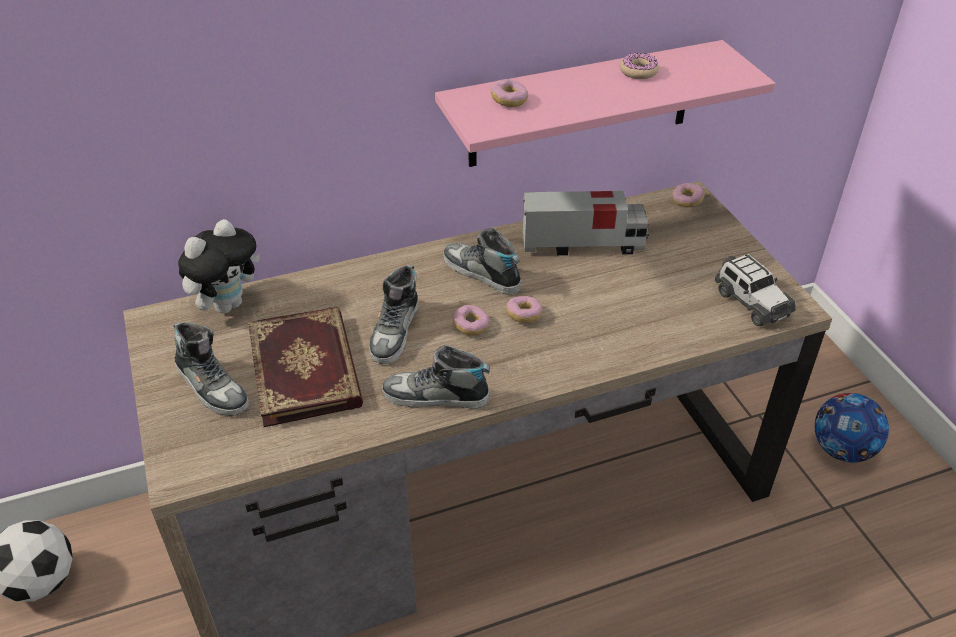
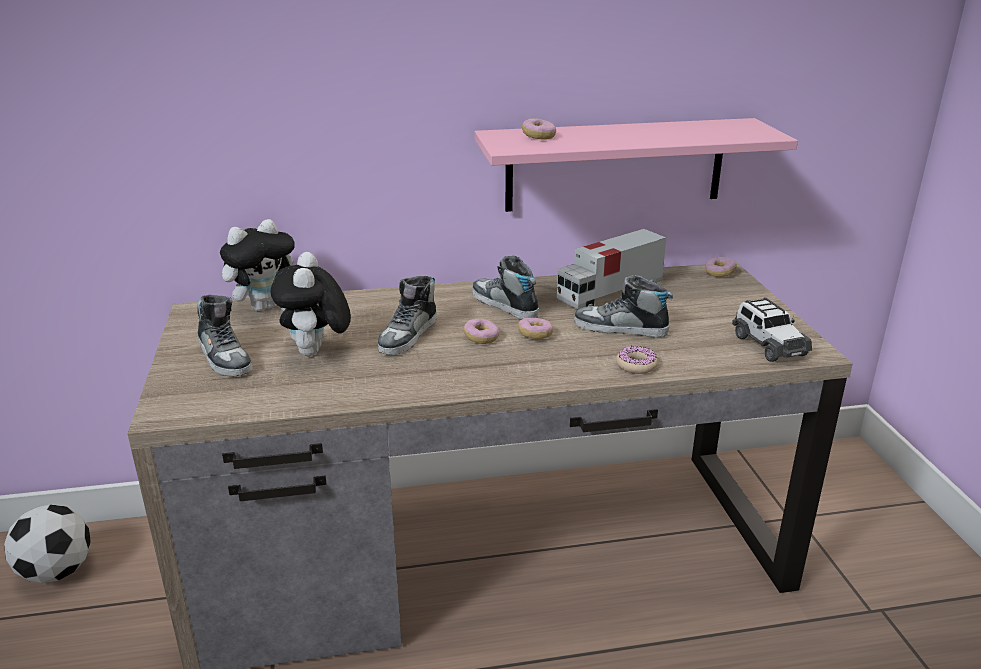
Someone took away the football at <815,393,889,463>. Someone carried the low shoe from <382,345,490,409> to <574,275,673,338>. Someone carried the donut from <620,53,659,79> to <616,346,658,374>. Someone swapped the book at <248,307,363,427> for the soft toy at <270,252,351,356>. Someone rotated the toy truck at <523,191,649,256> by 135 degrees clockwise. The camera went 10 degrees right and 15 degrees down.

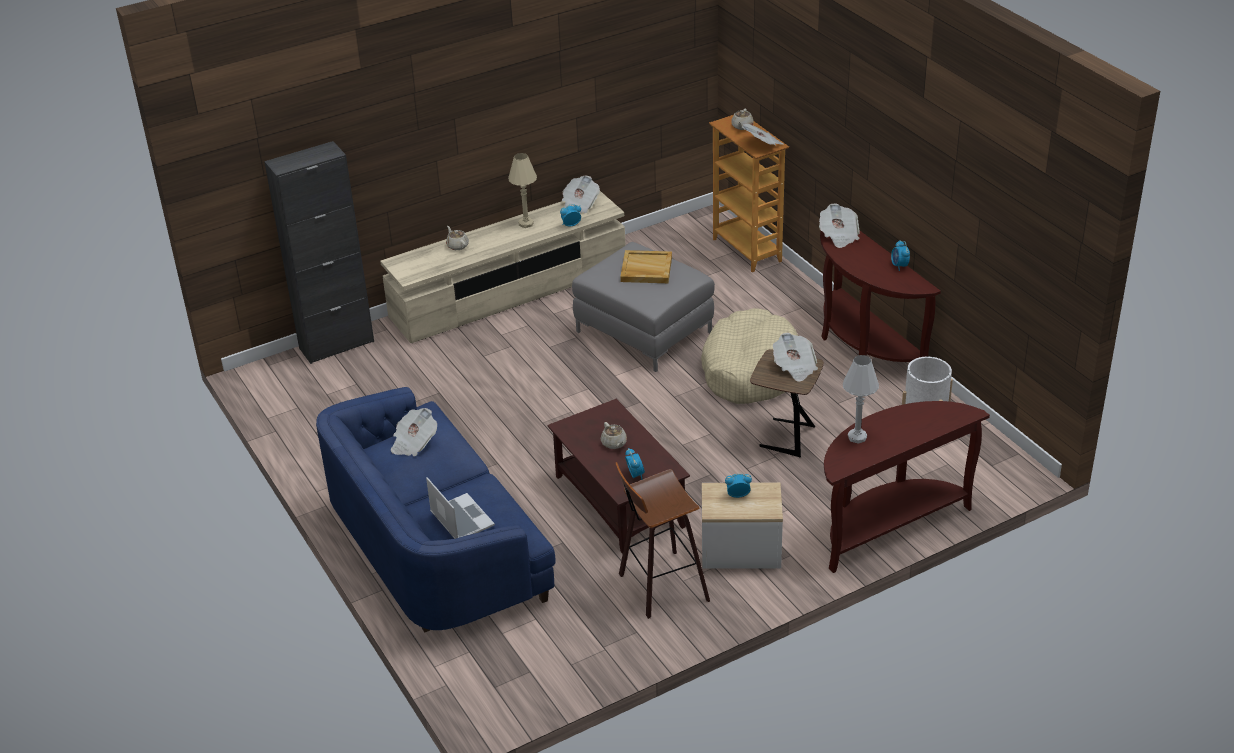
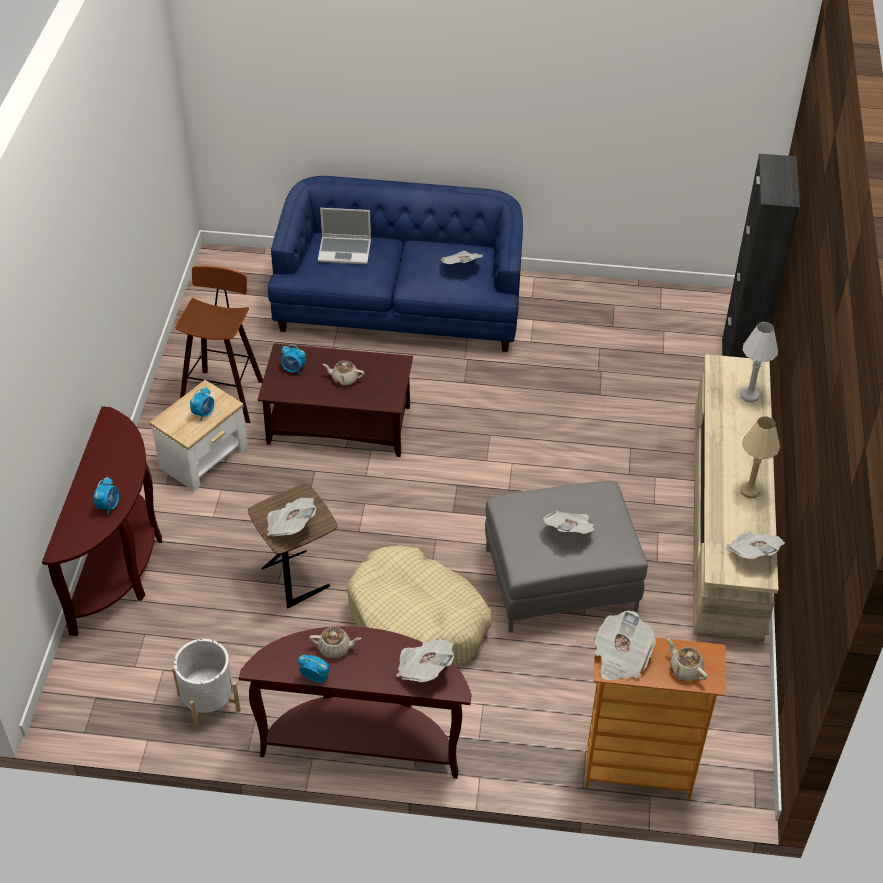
Someone carried the beige pot for tea from <446,226,469,250> to <309,627,362,658>. Someone carried the alarm clock from <560,204,581,227> to <93,477,119,515>. Someone carried the white tabletop lamp from <843,355,879,444> to <741,322,778,403>. Someone swapped the beige tray at <620,250,672,283> for the newspaper at <543,511,595,534>. The camera went 125 degrees right and 10 degrees up.

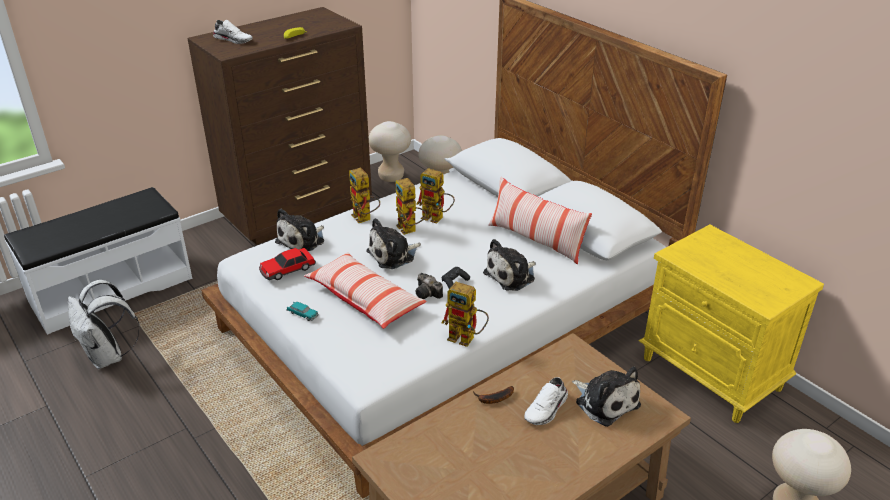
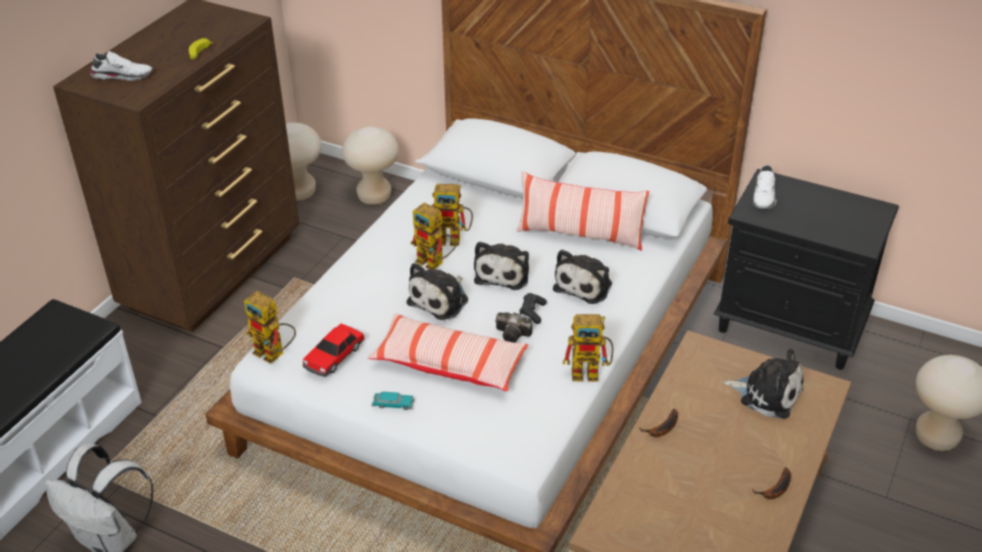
Someone put down the banana at <752,467,791,499>. Someone carried the soft toy from <275,209,324,251> to <474,242,529,290>. Someone carried the toy robot from <349,167,380,223> to <244,291,296,364>. Someone carried the white low shoe from <524,377,568,425> to <753,165,777,209>. Someone repainted the yellow night table at <639,224,824,423>, which became the blackish night table at <714,169,899,370>. The camera went 25 degrees left and 5 degrees up.

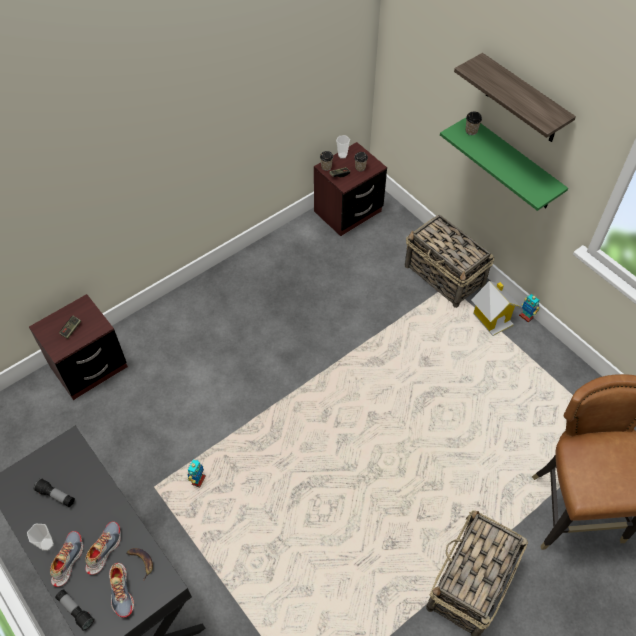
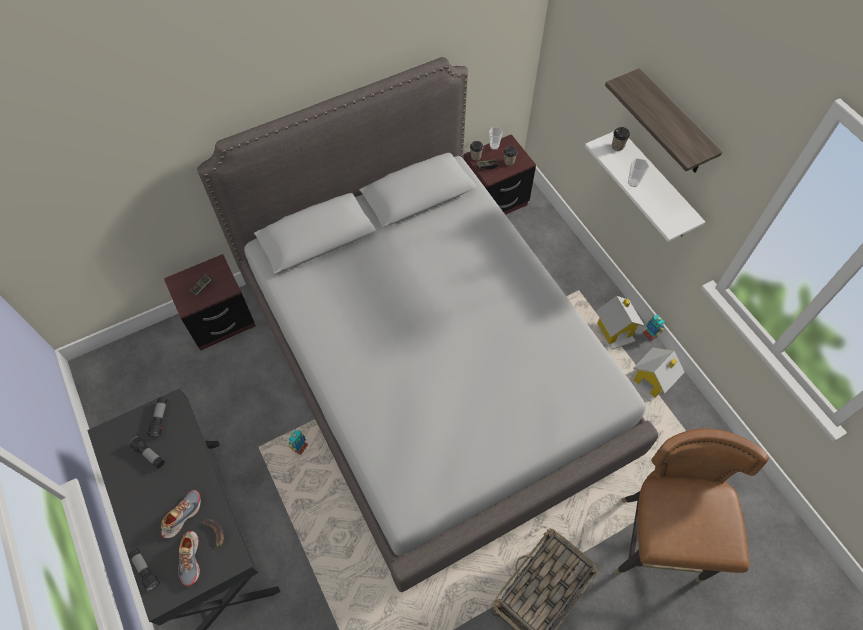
Someone took away the low shoe at <50,531,83,587>. Someone took away the basket at <405,214,494,308>. Someone put down the torch at <147,397,167,437>. Someone put down the gray sleeping bed at <197,57,658,592>. Someone put down the model house at <631,347,684,402>. Someone carried the drinking cup from <27,524,54,551> to <628,158,649,187>. Someone repainted the green-coloured wall shelf at <440,118,568,211>, which became the white wall shelf at <585,131,705,242>. The camera went 10 degrees right and 5 degrees up.

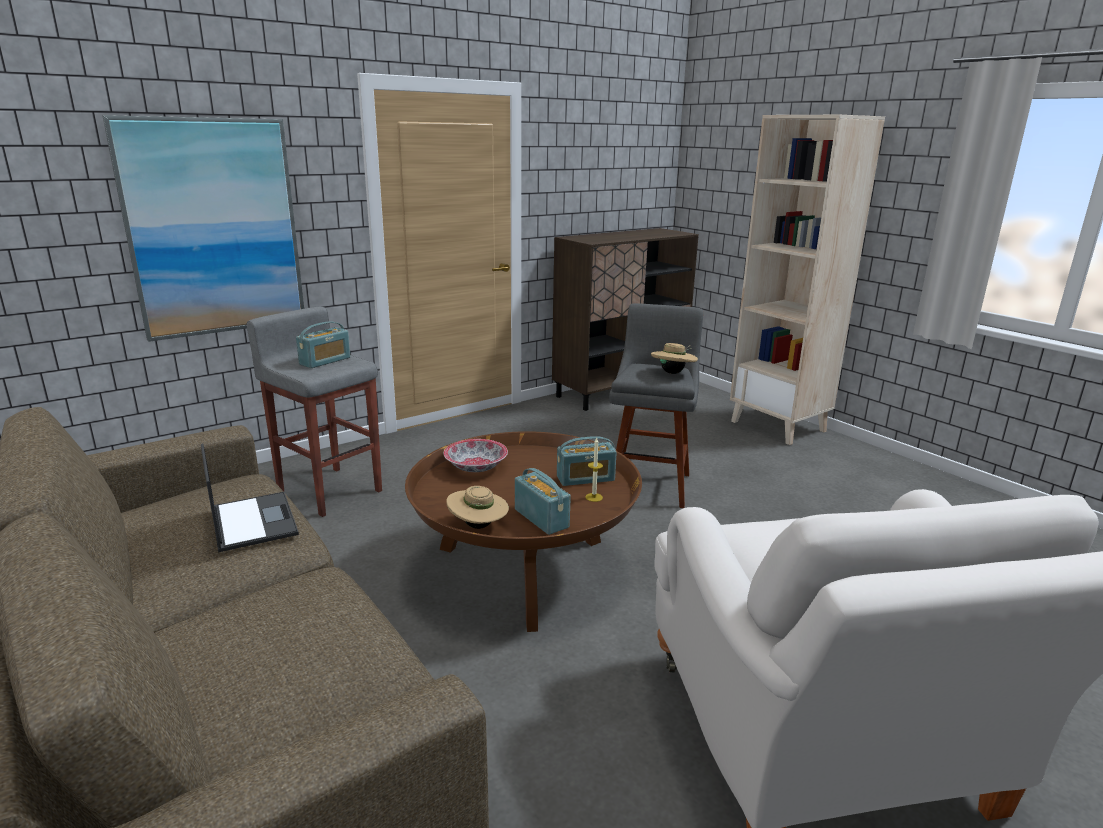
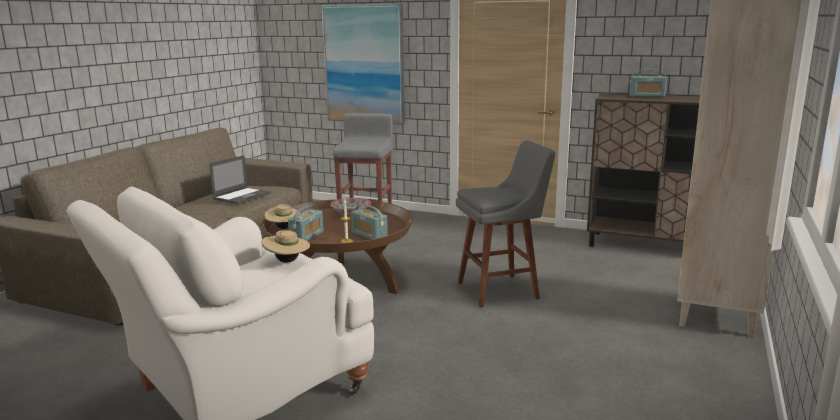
Someone carried the radio receiver from <296,321,351,368> to <629,69,667,97>. Someone carried the beige hat from <651,343,698,374> to <261,230,310,263>. The camera went 60 degrees right and 5 degrees down.

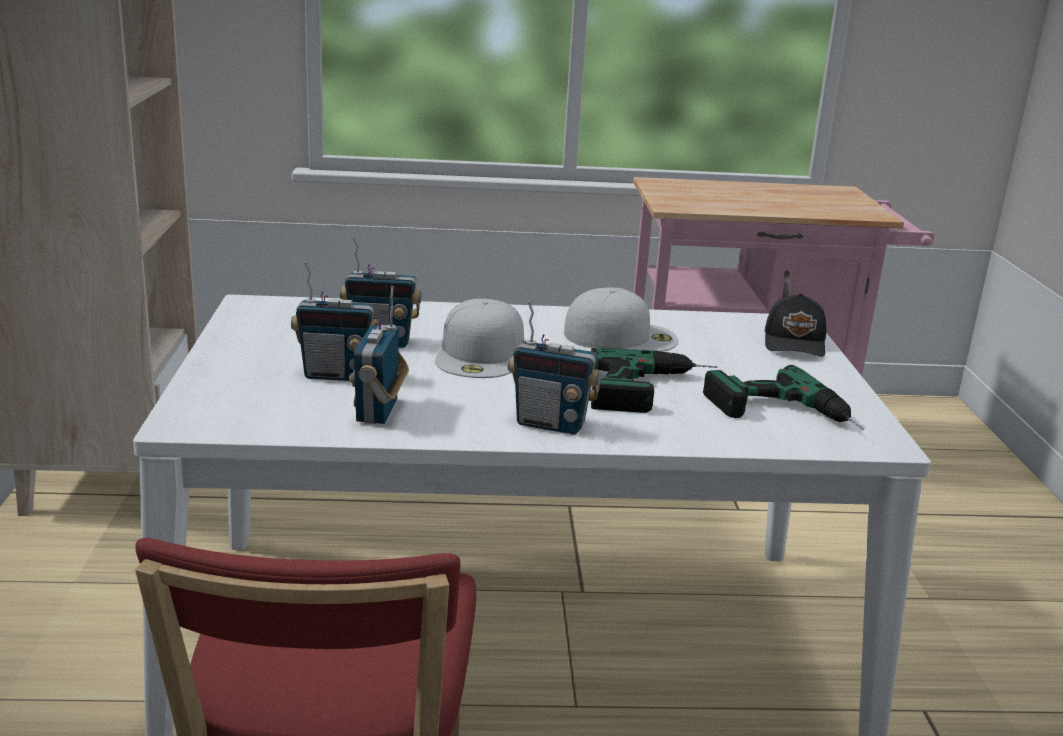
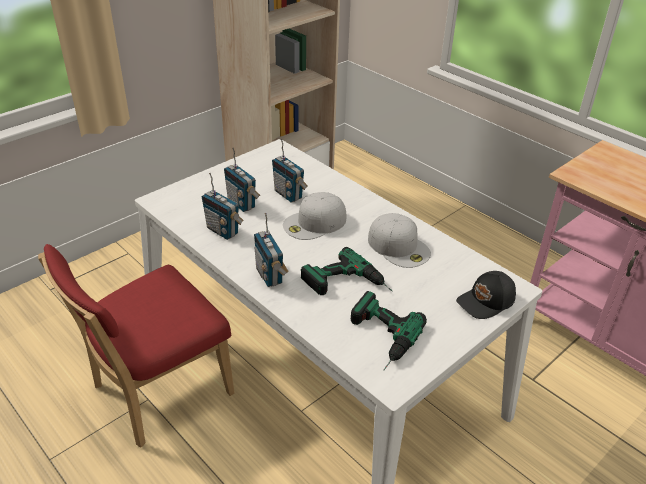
Someone rotated the radio receiver at <349,286,409,424> by 105 degrees counterclockwise. The camera went 50 degrees right and 15 degrees up.

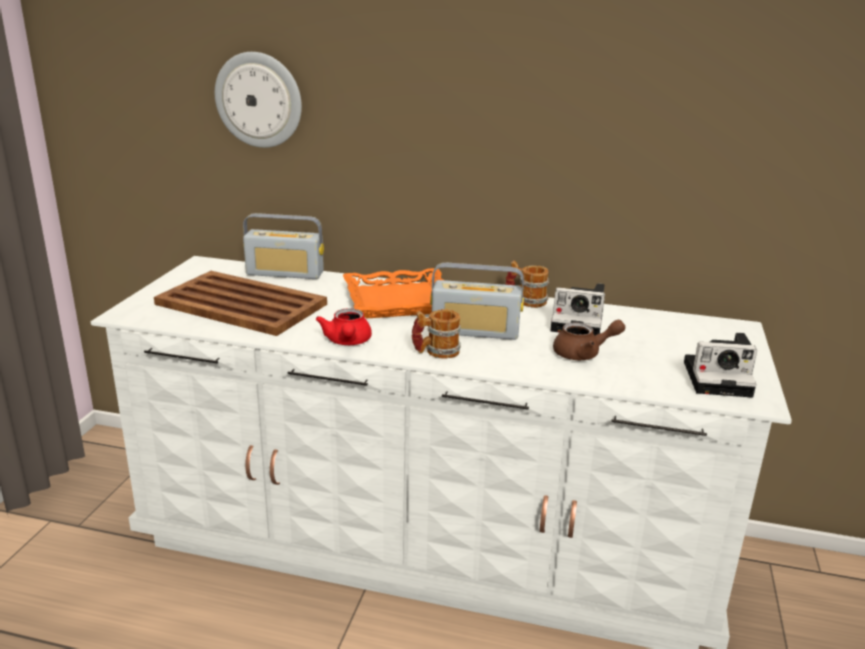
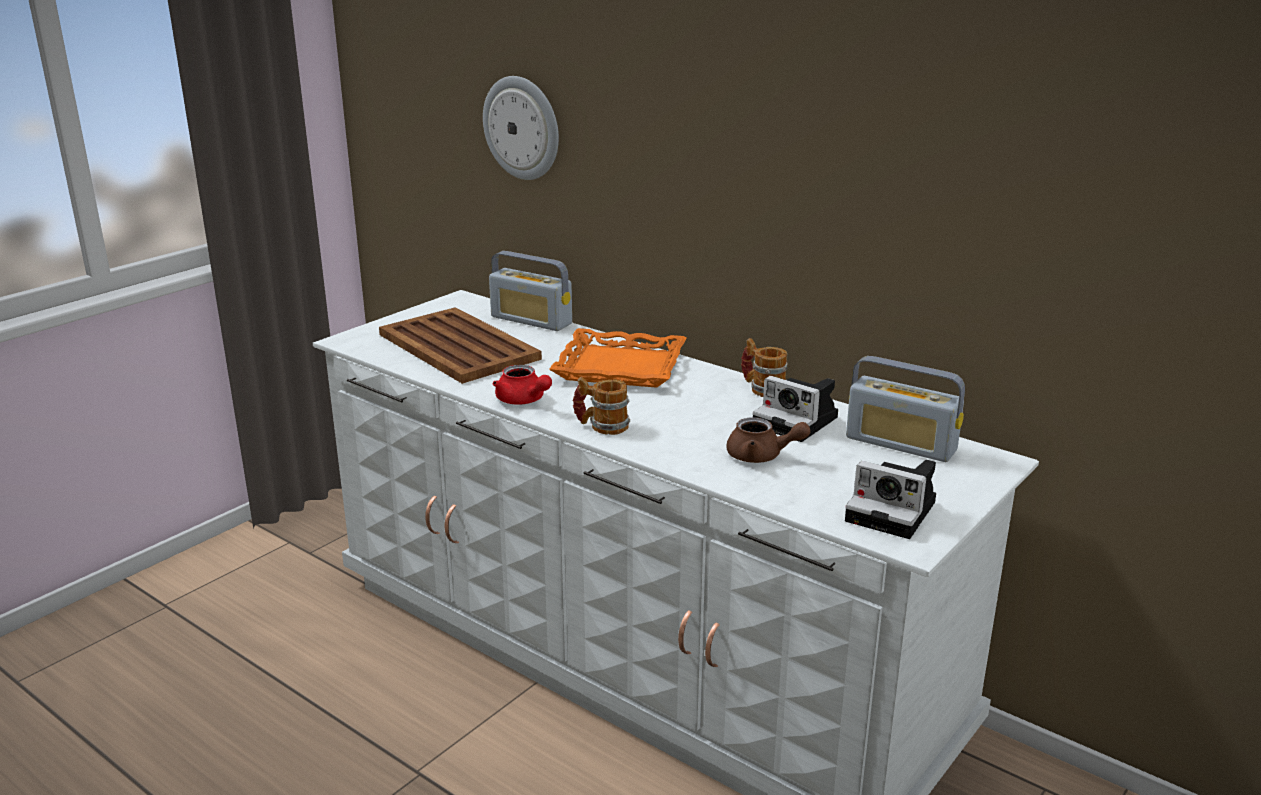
Someone carried the radio receiver from <430,263,524,340> to <846,356,965,462>. Someone rotated the red-coloured pot for tea at <316,308,372,345> by 60 degrees counterclockwise. The camera went 25 degrees right and 0 degrees up.

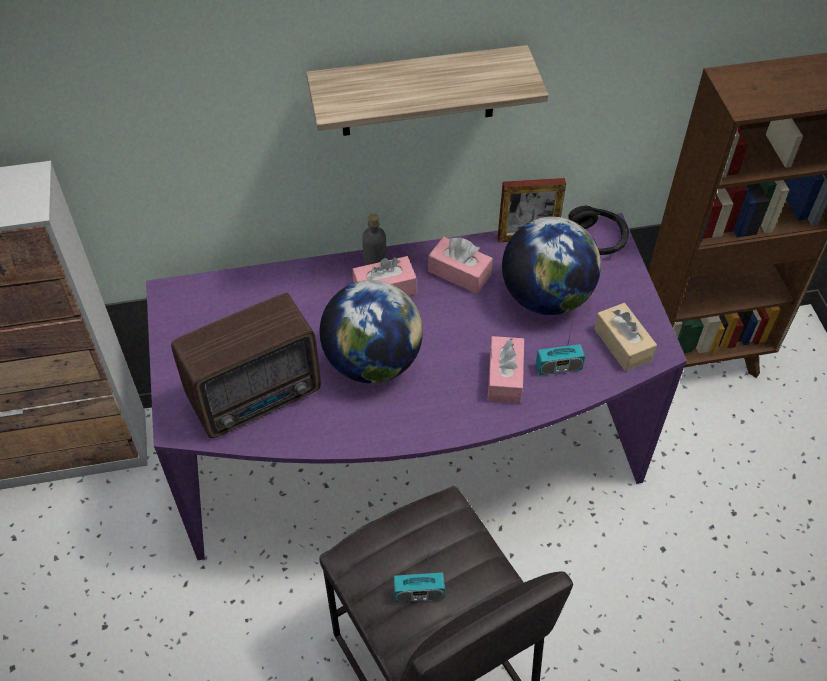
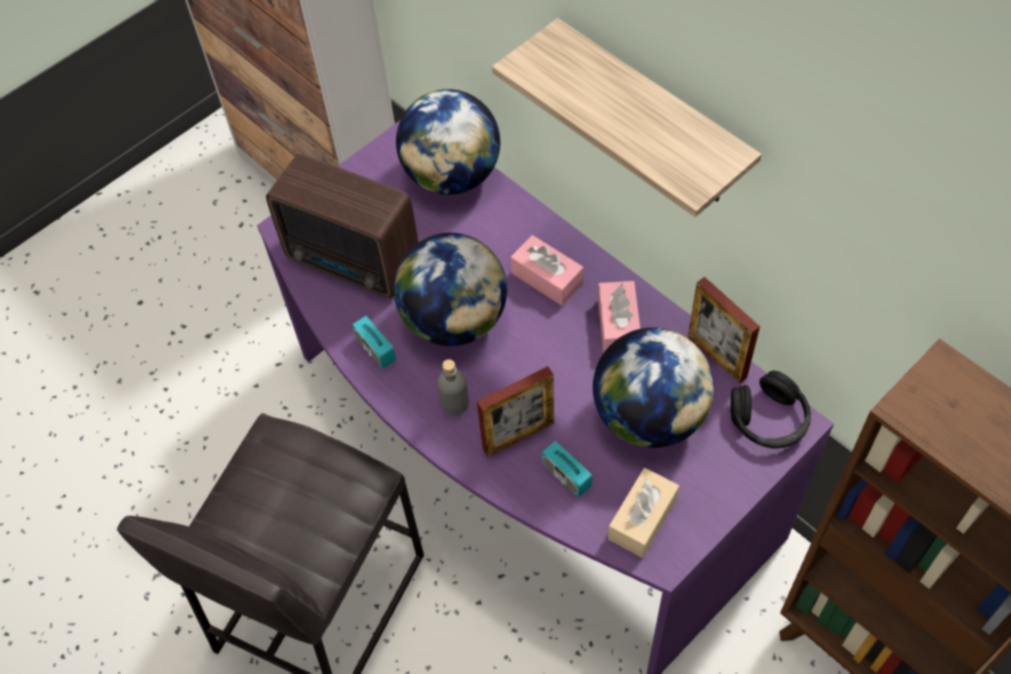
Someone put down the desk globe at <396,89,500,195>. Someone carried the gray beverage bottle from <362,214,386,265> to <437,359,469,415>. Someone carried the radio receiver from <394,559,445,602> to <352,312,396,369>. Someone swapped the pinkish tissue box at <488,336,524,403> for the standing frame at <477,366,554,457>. The camera went 60 degrees right and 5 degrees up.

